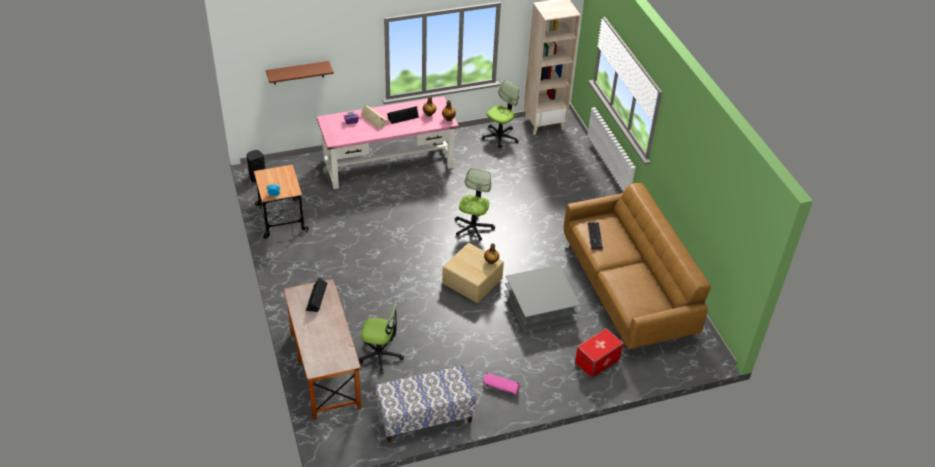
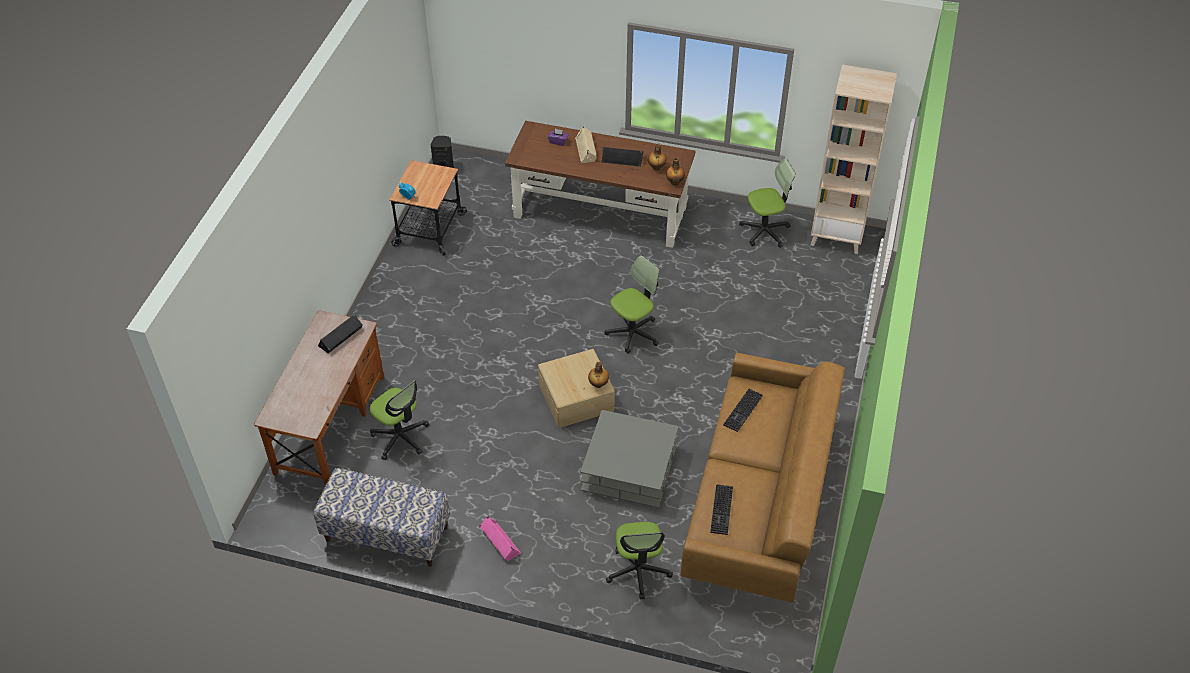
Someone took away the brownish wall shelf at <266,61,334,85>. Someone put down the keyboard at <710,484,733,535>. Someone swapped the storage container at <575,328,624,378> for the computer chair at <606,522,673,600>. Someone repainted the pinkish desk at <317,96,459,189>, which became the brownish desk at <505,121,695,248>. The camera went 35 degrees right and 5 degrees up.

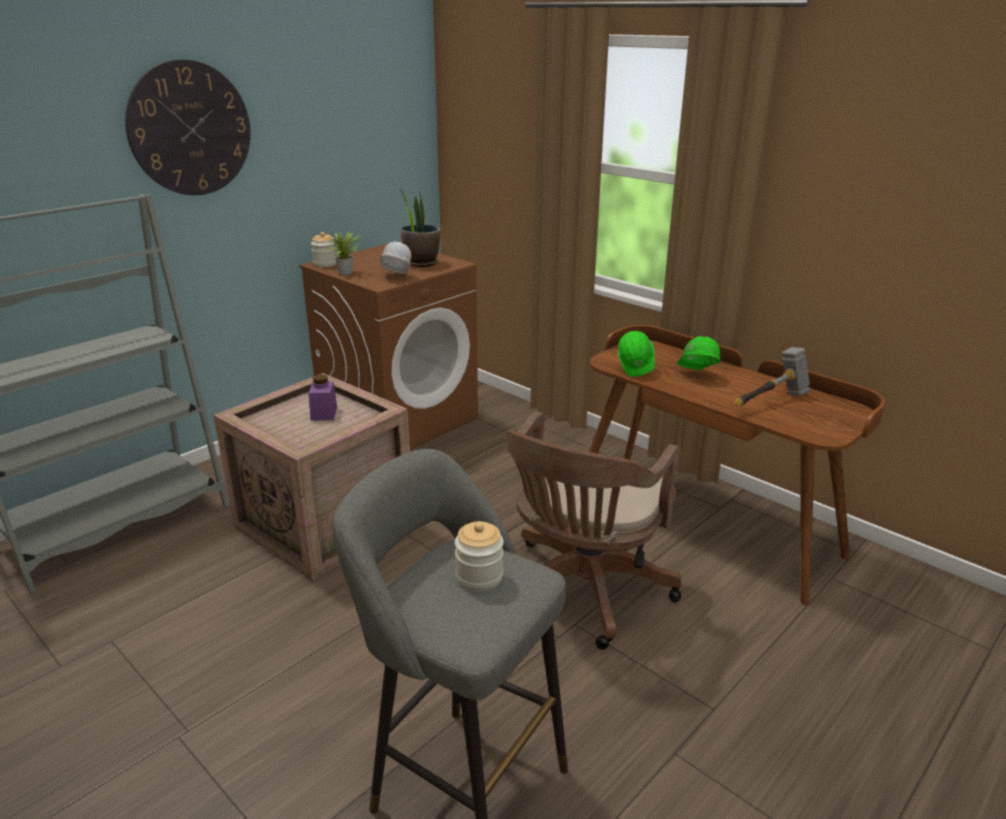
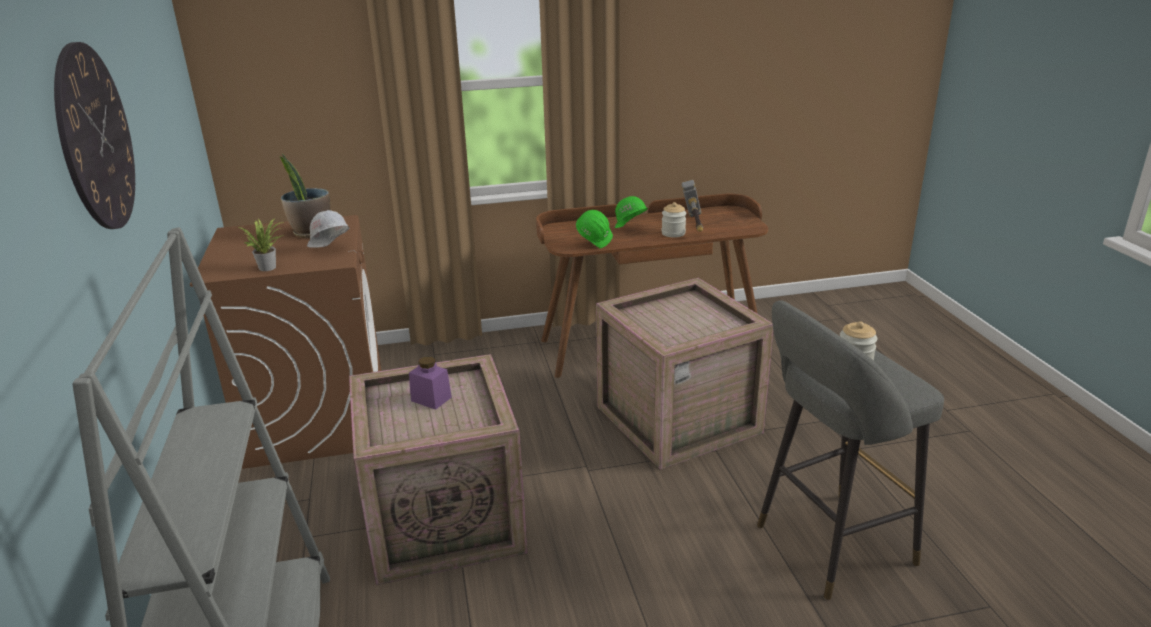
Someone carried the preserve jar from <311,232,337,267> to <662,202,686,238>. Someone swapped the brownish computer chair at <506,411,681,650> for the shipping crate at <596,278,774,470>. The camera went 55 degrees left and 0 degrees up.

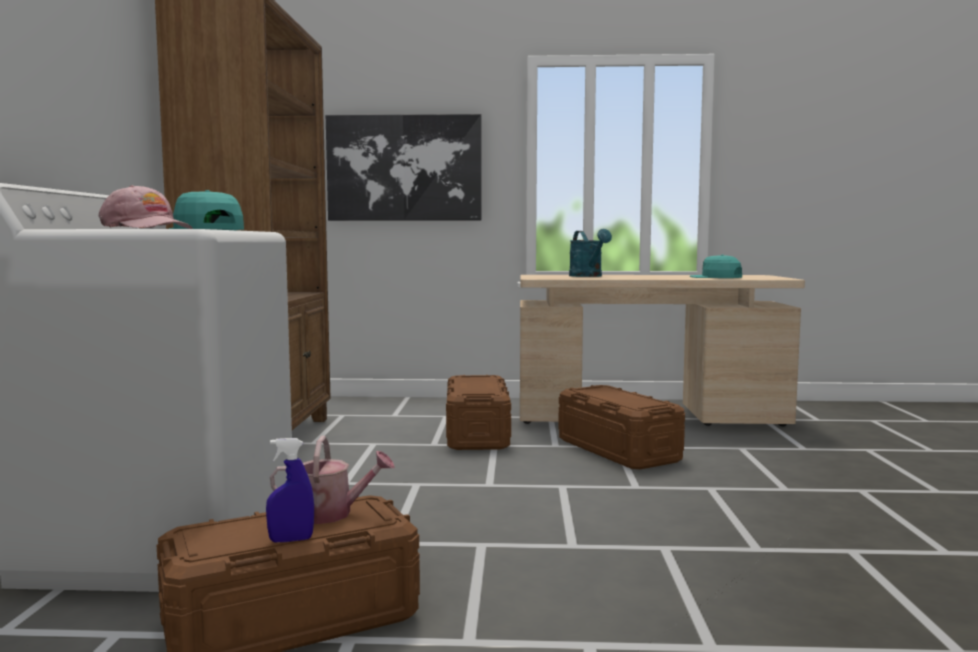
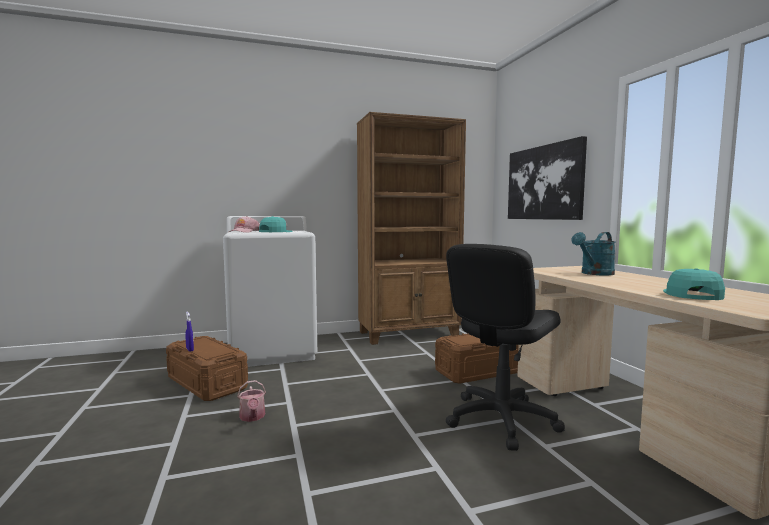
Someone carried the watering can from <270,436,395,524> to <237,380,266,422>. Someone swapped the brownish storage container at <558,385,685,469> for the blackish computer chair at <446,244,565,451>. The camera went 70 degrees right and 0 degrees up.

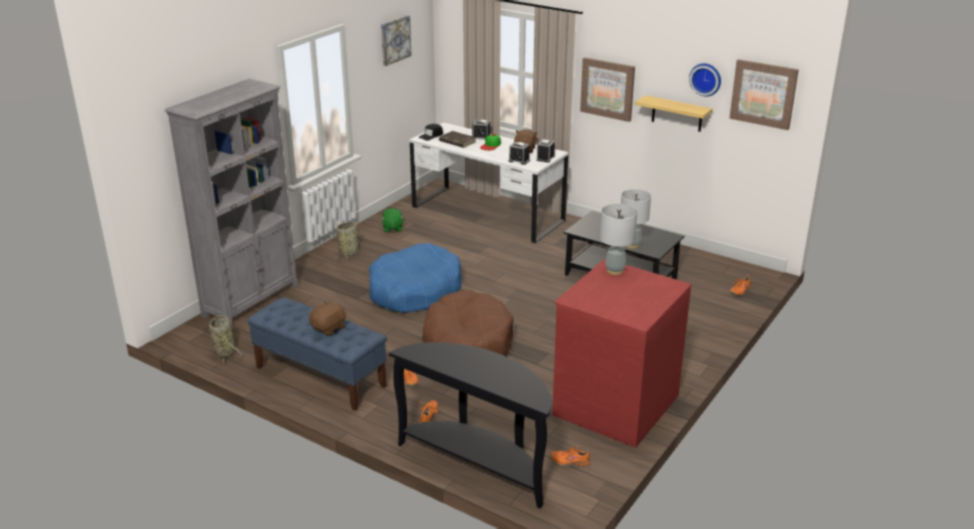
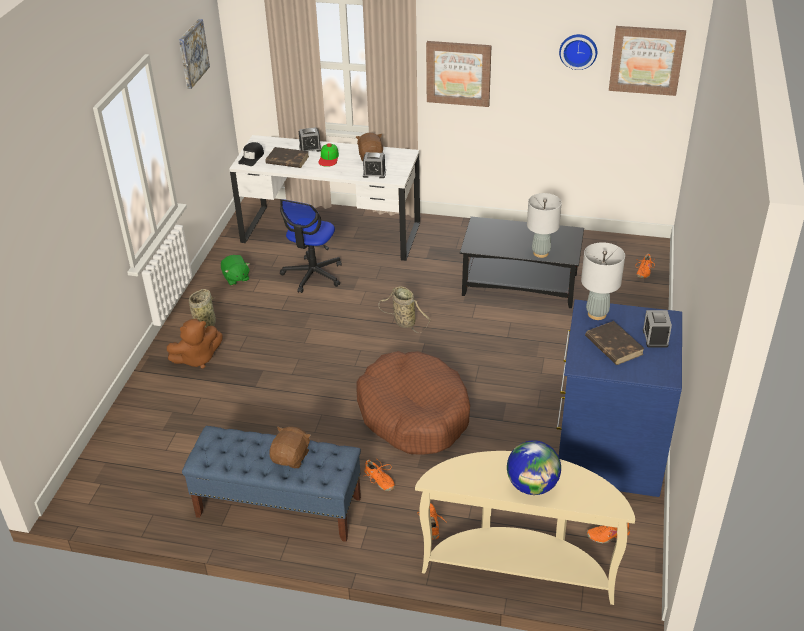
Someone took away the gray bookcase at <165,79,298,327>. Someone took away the blue dog cushion at <369,243,462,313>. Someone took away the wall shelf at <635,95,712,132>. Someone put down the brownish soft toy at <167,319,222,369>. Someone put down the computer chair at <280,199,342,293>. Someone put down the desk globe at <507,440,561,495>. Someone put down the brownish book at <585,321,645,365>. Someone carried the basket from <209,315,243,364> to <378,286,431,333>. Someone carried the alarm clock from <537,139,555,163> to <643,310,672,348>. Someone repainted the blackish narrow table at <389,342,552,509>, which became the beige narrow table at <415,451,635,605>. Someone repainted the red-coloured drawer chest at <552,259,692,448>, which became the blue drawer chest at <556,299,682,497>. The camera went 20 degrees left and 10 degrees up.

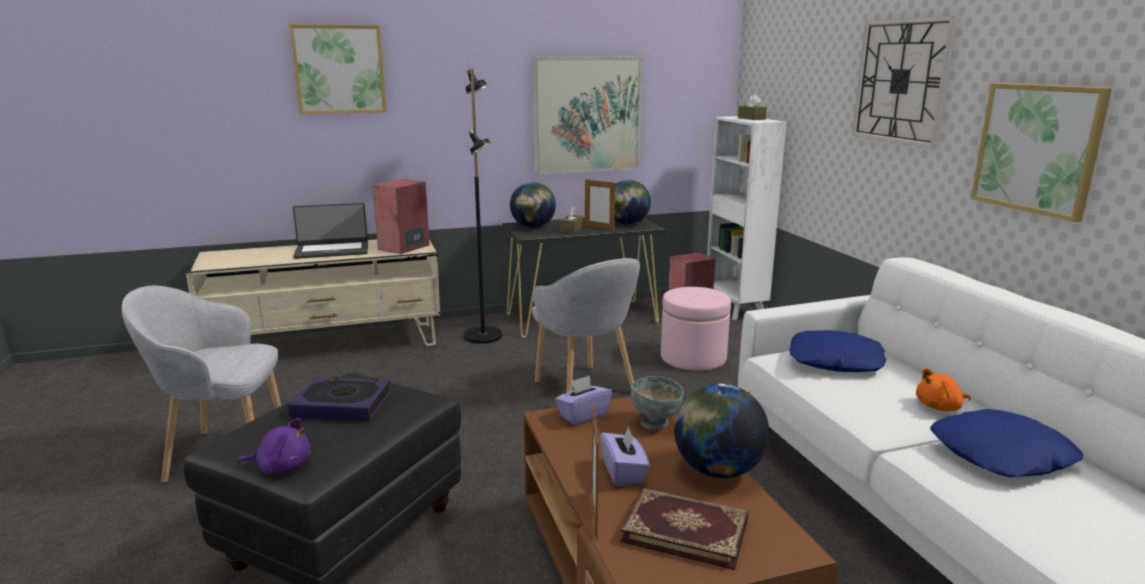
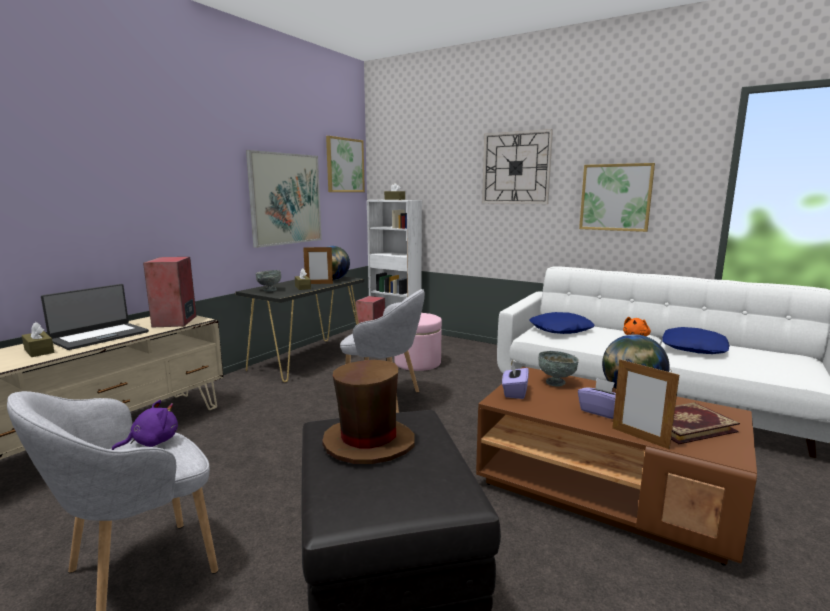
Someone took away the blackish floor lamp at <464,68,503,344>. Someone put down the brownish tissue box at <22,322,55,357>. Someone carried the purple soft toy from <237,418,311,474> to <111,400,178,450>. Someone carried the wall art from <289,24,387,114> to <326,136,365,192>. Someone swapped the book at <288,376,391,422> for the brownish hat at <322,360,415,464>. Someone swapped the desk globe at <510,182,556,228> for the gray bowl at <255,270,281,292>. The camera went 40 degrees left and 5 degrees down.

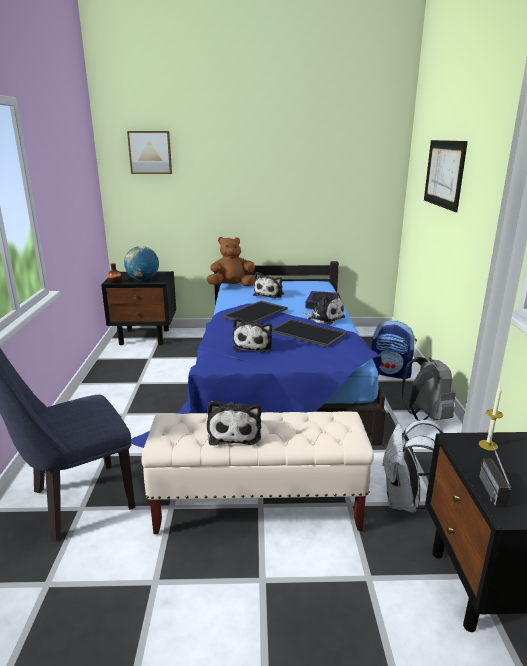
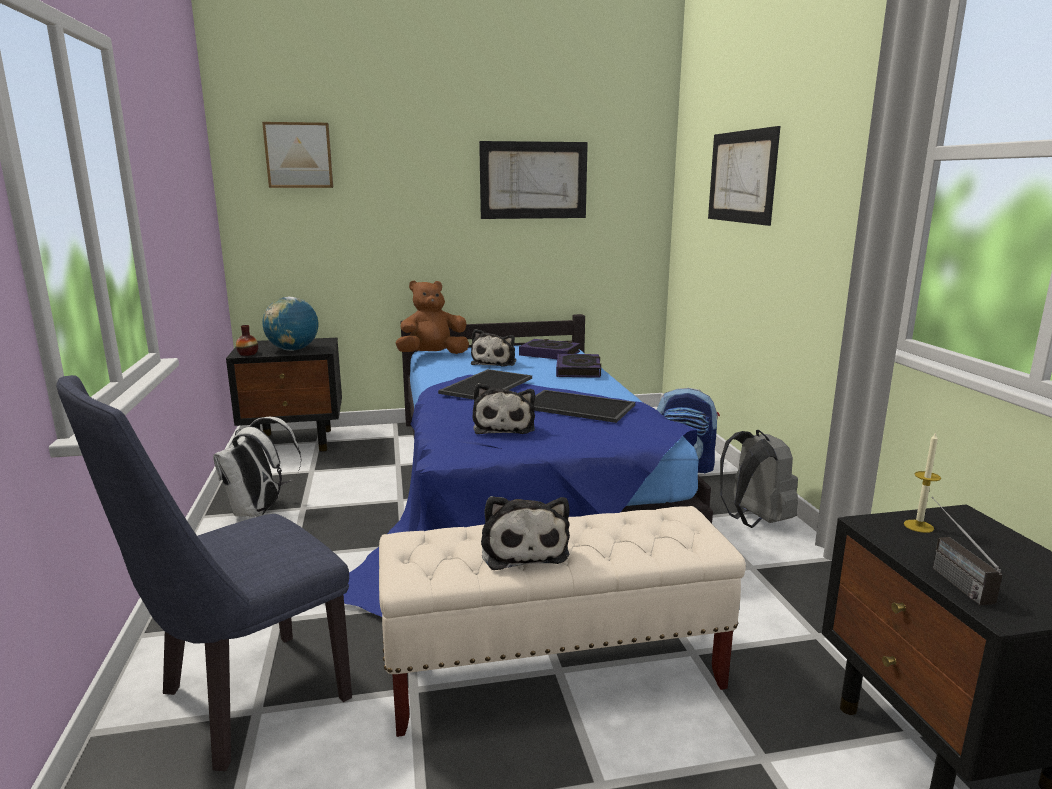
Someone took away the soft toy at <303,294,345,325>. Someone put up the wall art at <479,141,588,219>. Someone put down the book at <519,339,580,359>. Someone carried the white rucksack from <382,420,444,513> to <213,417,302,517>. The camera went 10 degrees left and 5 degrees down.

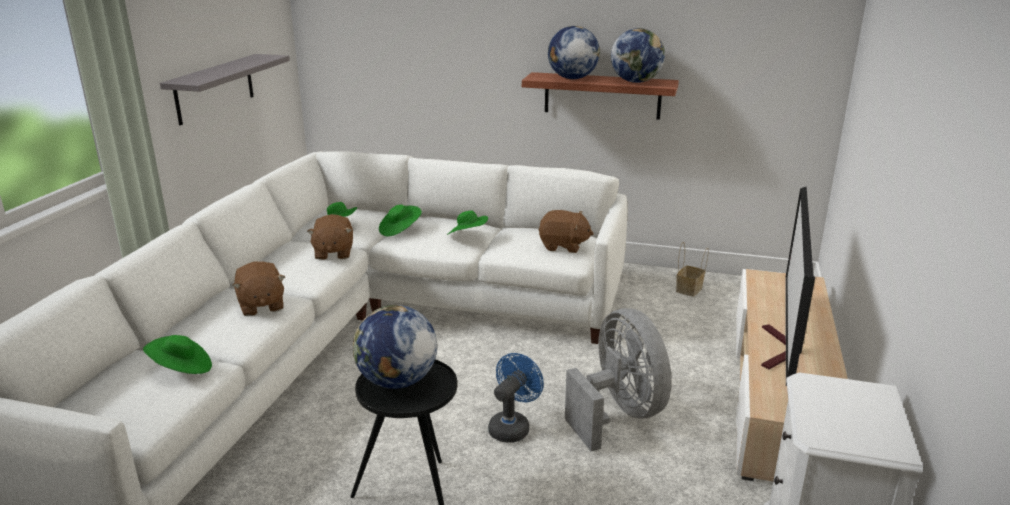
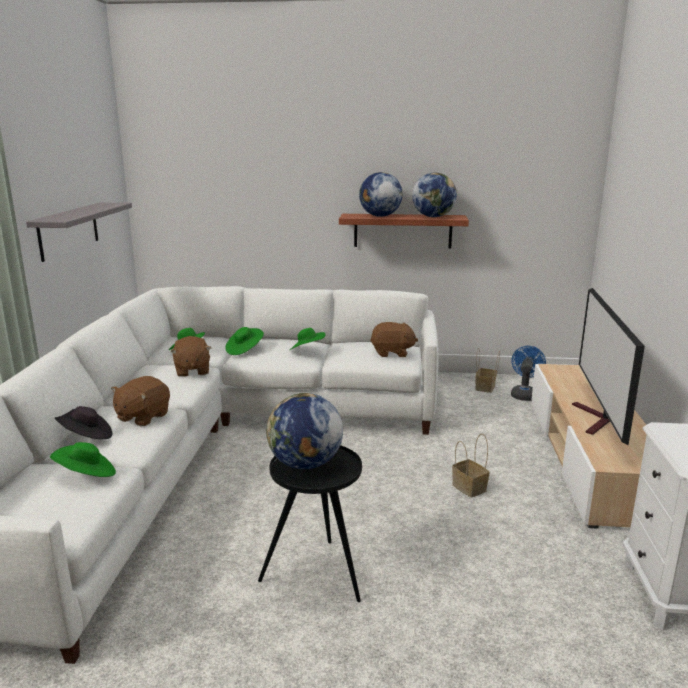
Someone put down the blackish hat at <55,406,112,439>. Someone carried the blue fan from <488,353,544,443> to <511,346,546,401>. Someone swapped the gray fan at <565,308,672,451> for the basket at <452,434,489,497>. Someone rotated the brownish soft toy at <232,261,285,316> by 60 degrees clockwise. The camera went 10 degrees left and 5 degrees down.

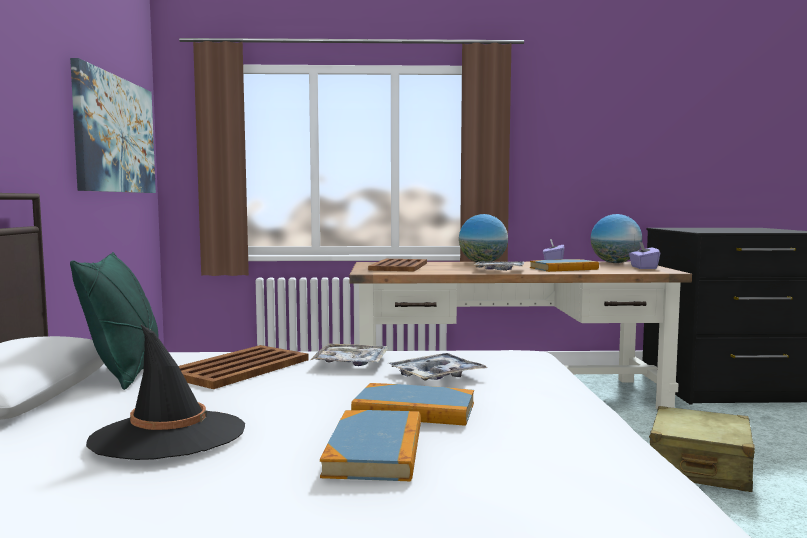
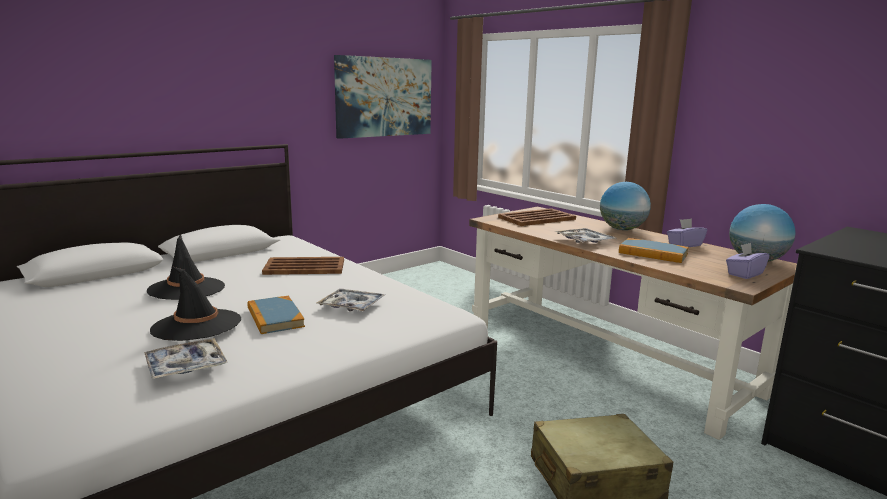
Someone took away the green-coloured cushion at <70,252,159,390>. Someone carried the tray from <311,343,389,366> to <144,338,227,379>. Someone swapped the book at <320,410,421,481> for the blackish hat at <150,267,241,341>. The camera went 50 degrees right and 10 degrees up.

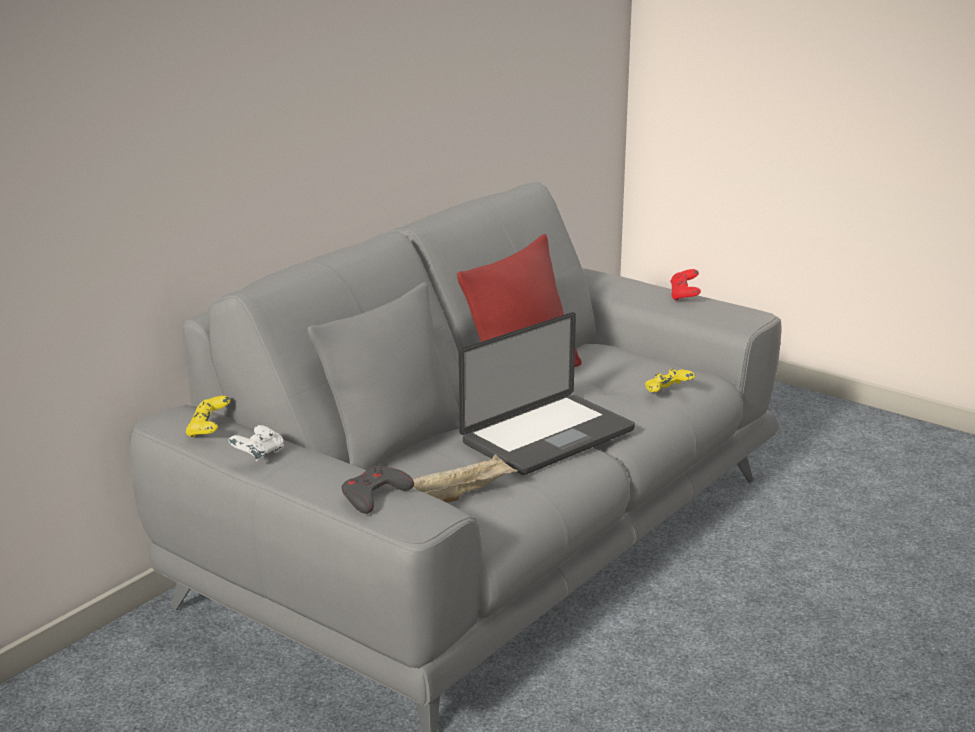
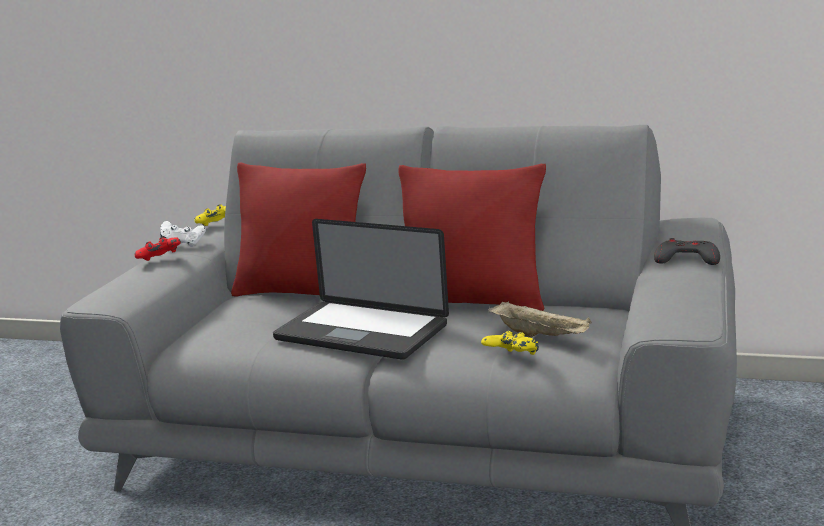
Someone carried the gray gamepad from <342,466,414,514> to <654,238,720,265>. Someone carried the beige tray from <413,455,518,502> to <488,301,591,338>. Someone carried the red-coloured gamepad from <671,269,701,301> to <135,237,181,261>. Someone repainted the gray cushion at <308,282,459,470>, which became the red-coloured cushion at <231,163,366,296>. The camera went 70 degrees right and 5 degrees down.

